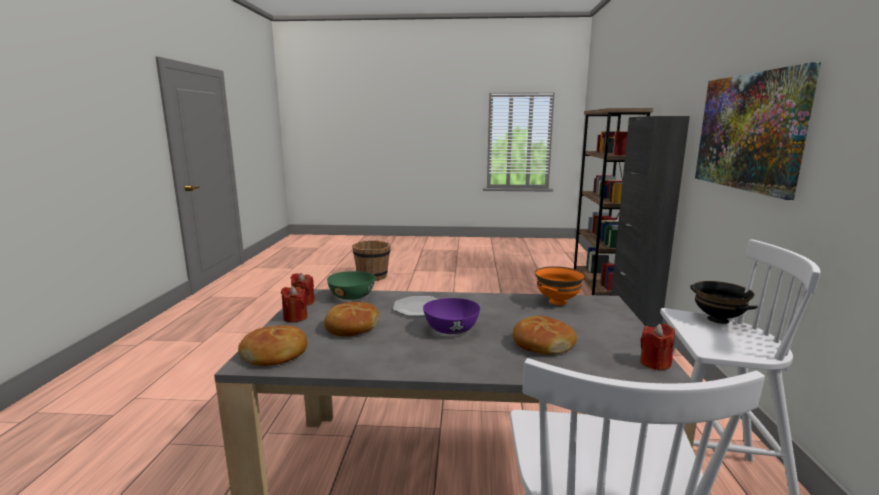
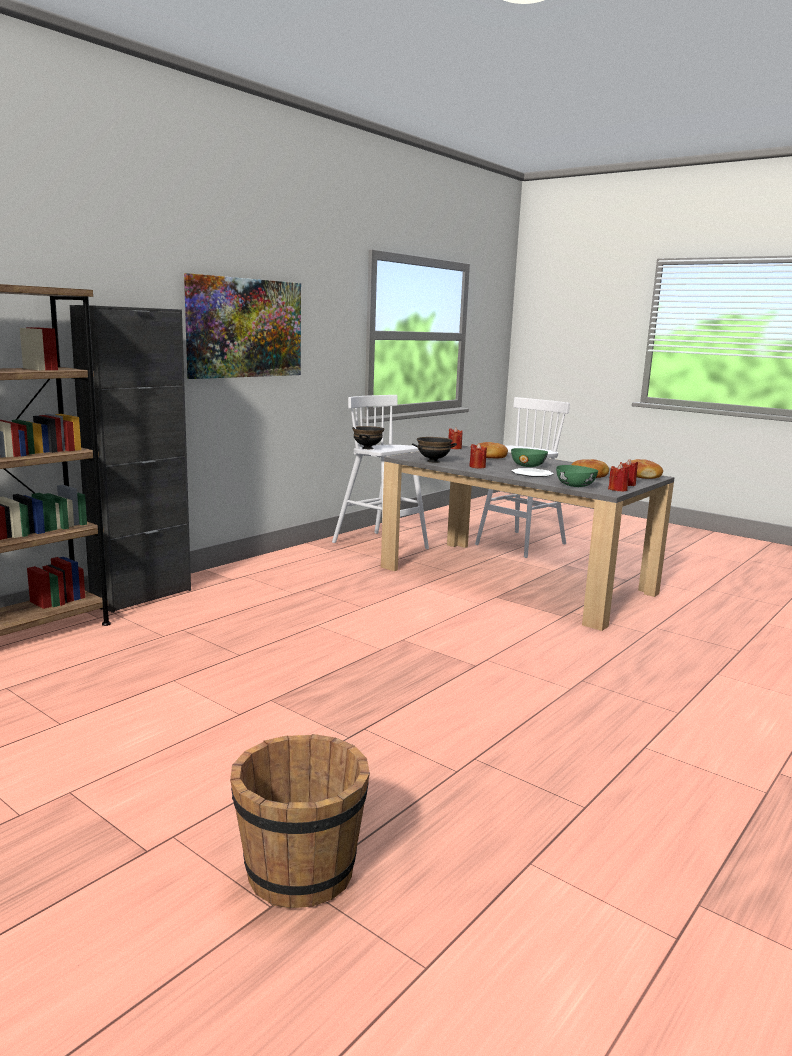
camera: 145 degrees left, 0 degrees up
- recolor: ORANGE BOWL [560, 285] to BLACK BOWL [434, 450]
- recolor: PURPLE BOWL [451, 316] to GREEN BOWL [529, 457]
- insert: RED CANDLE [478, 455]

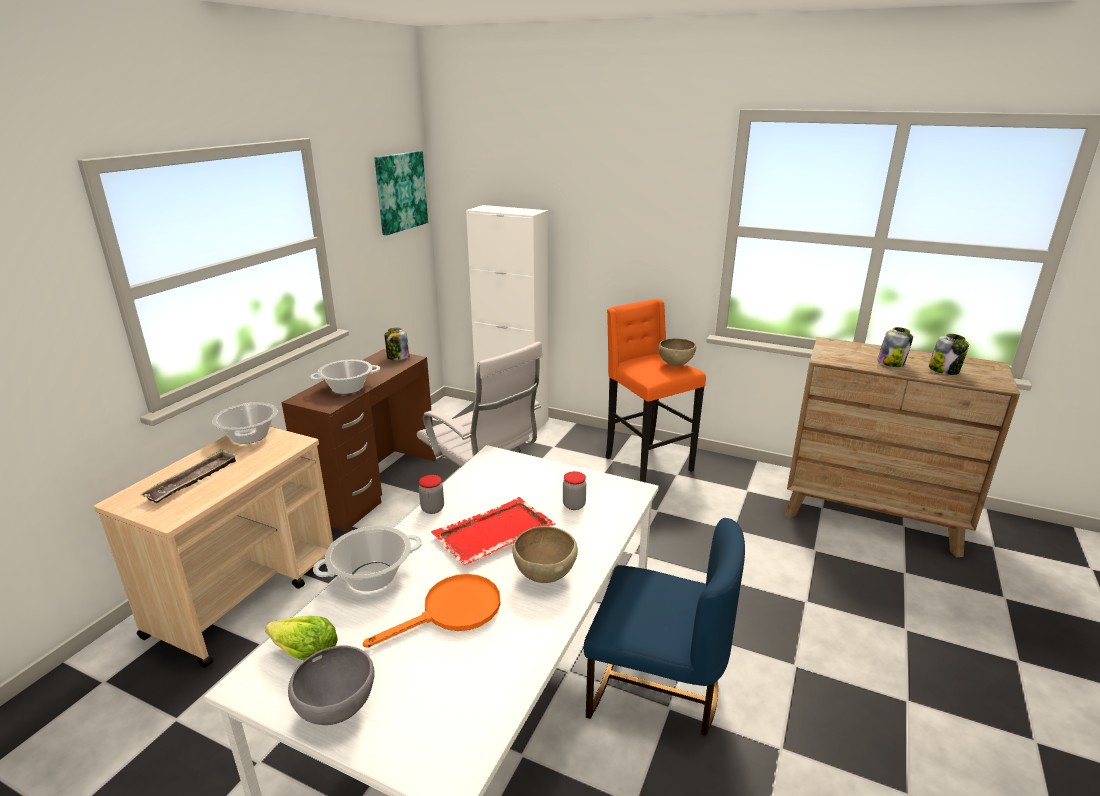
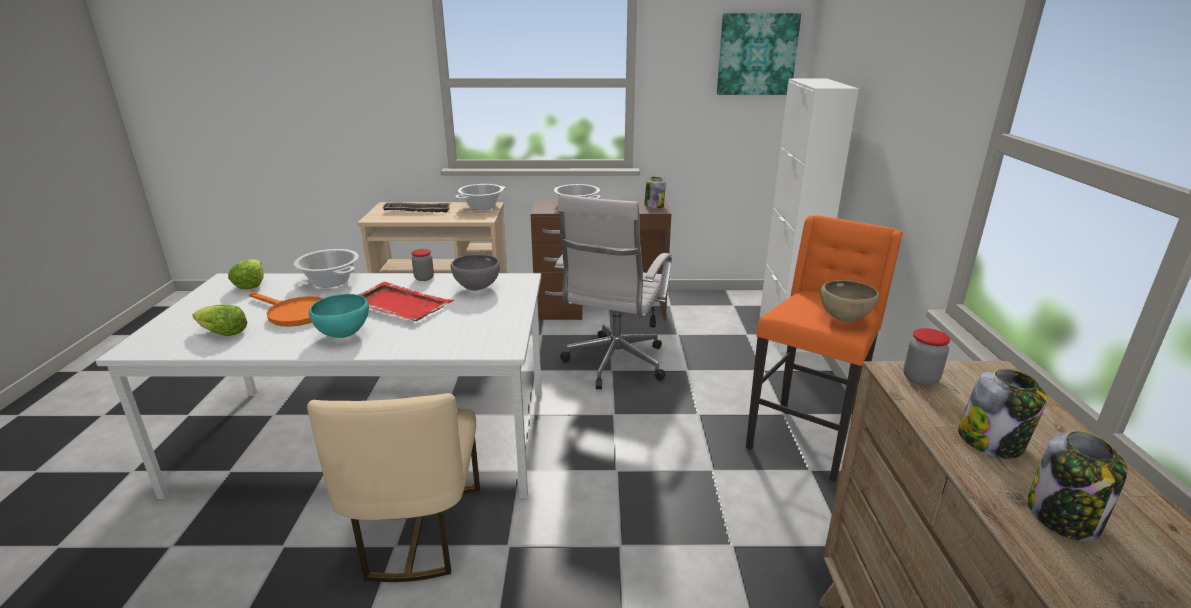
camera: 65 degrees right, 0 degrees up
- move: JAR [574, 490] to [927, 357]
- recolor: BLUE CHAIR [664, 627] to BEIGE CHAIR [393, 487]
- recolor: BROWN BOWL [545, 554] to TURQUOISE BOWL [339, 316]
- move: GREY BOWL [331, 685] to [475, 273]
- insert: LETTUCE [219, 320]

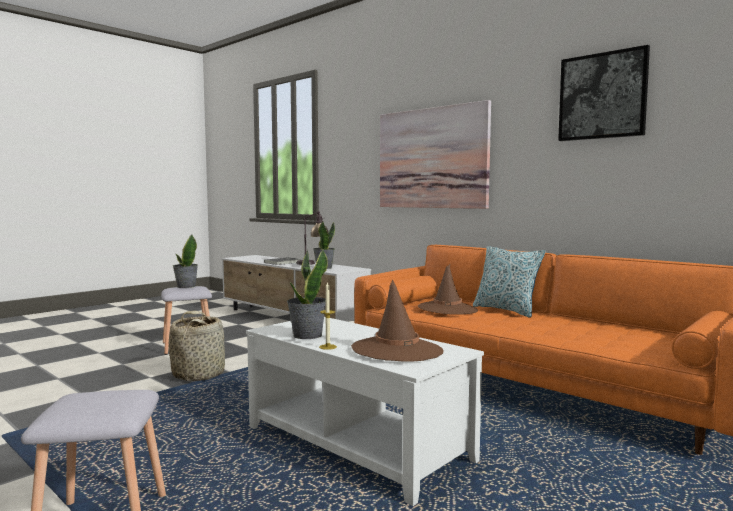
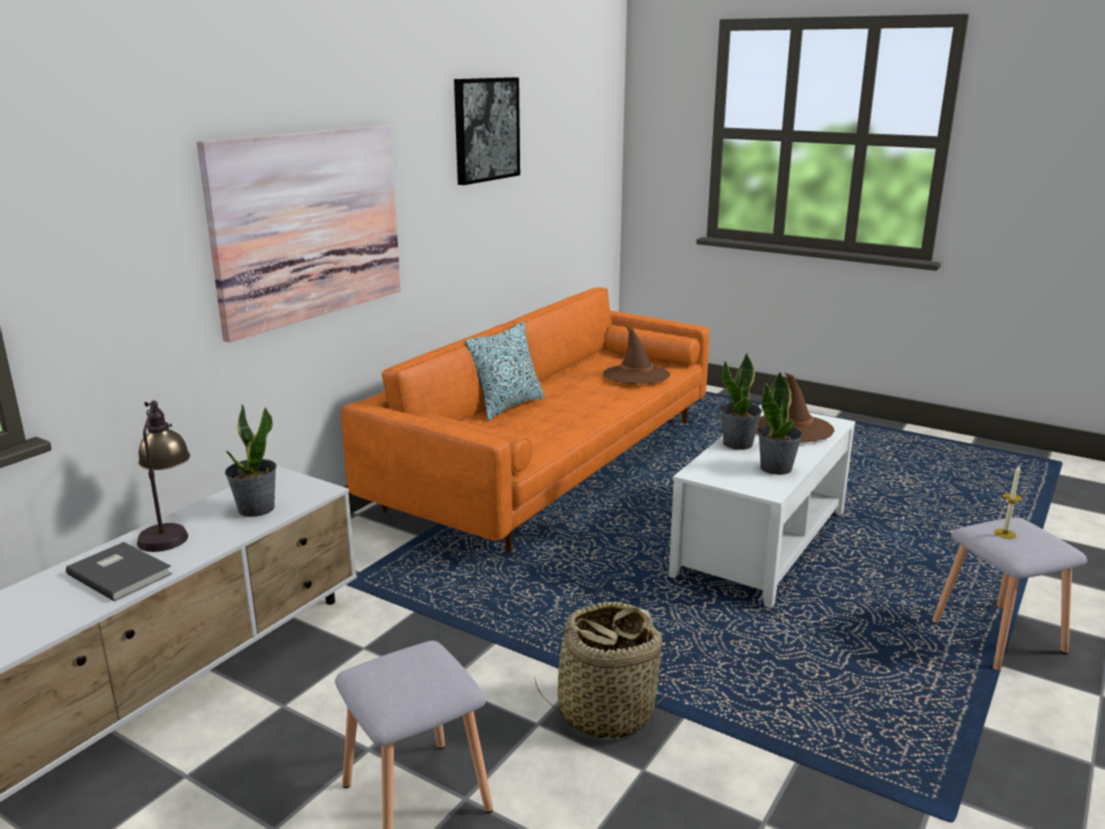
camera: 100 degrees left, 15 degrees up
- move: POTTED PLANT [185, 261] to [741, 401]
- move: BROWN HAT [448, 289] to [636, 355]
- move: CANDLE [328, 315] to [1008, 502]

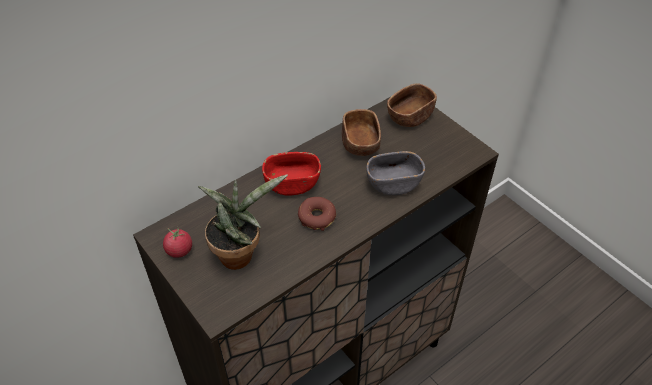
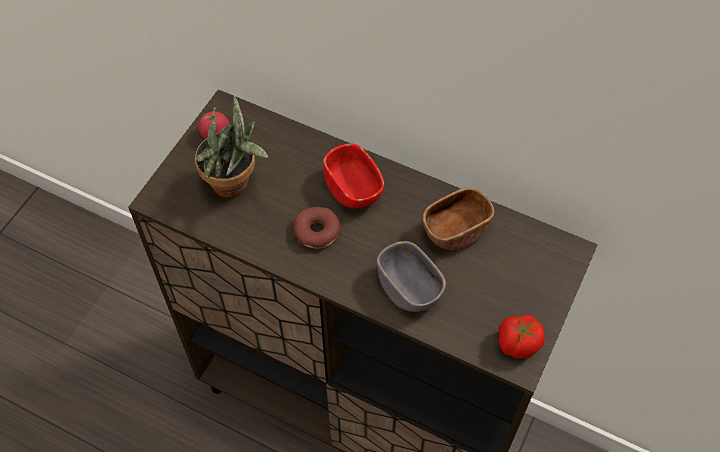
camera: 65 degrees right, 10 degrees up
- delete: BROWN BOWL [412, 105]
- insert: TOMATO [522, 336]

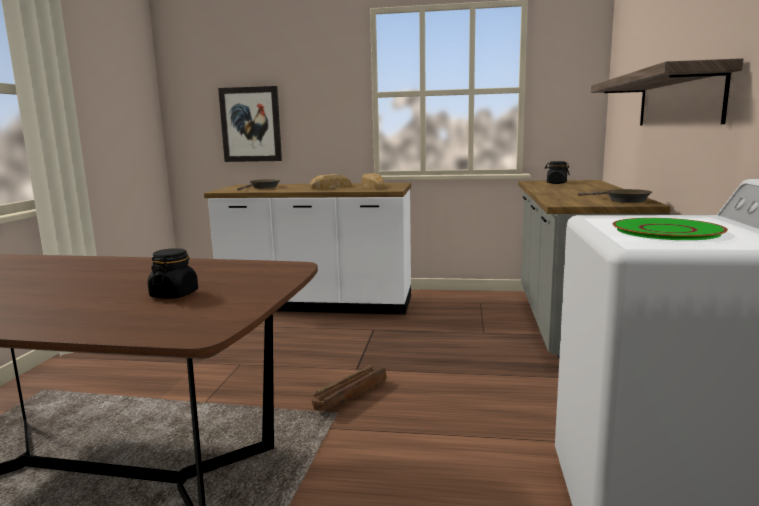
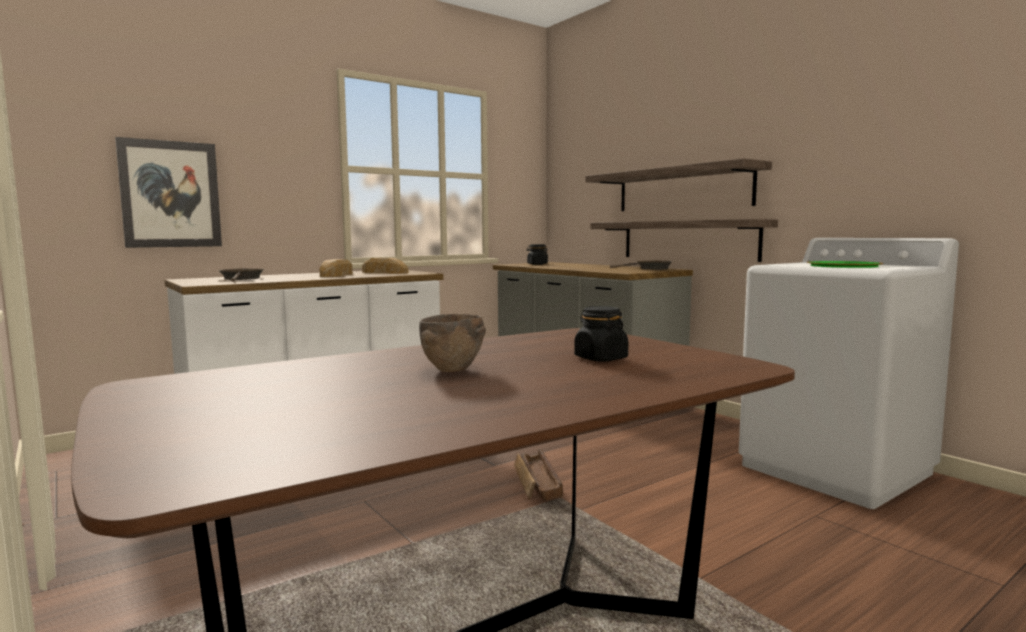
camera: 45 degrees left, 5 degrees down
- insert: SHELF [684, 240]
- insert: BROWN BOWL [452, 343]

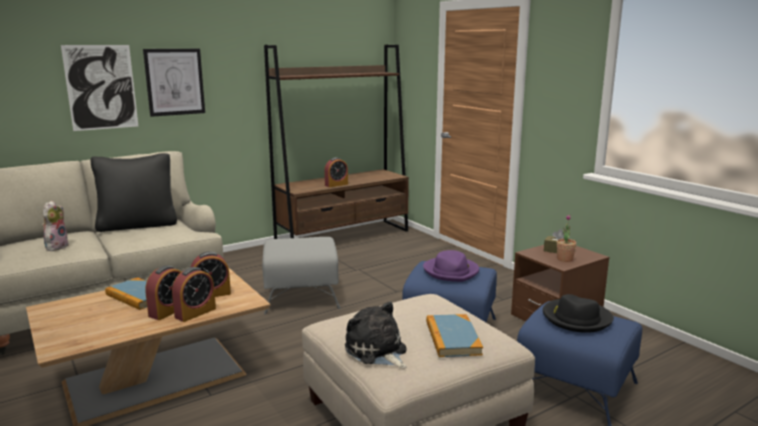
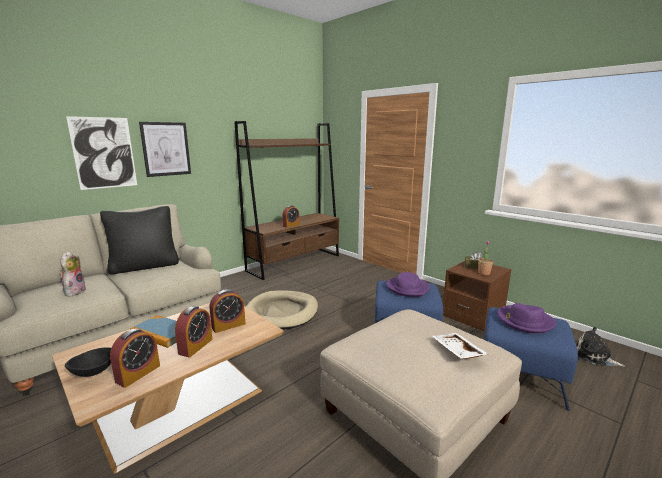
camera: 10 degrees left, 0 degrees up
- replace: GREY OTTOMAN [301, 275] to BEIGE DOG BED [282, 310]
- move: ALARM CLOCK [194, 294] to [135, 358]
- recolor: BLACK HAT [578, 313] to PURPLE HAT [526, 318]
- move: PLUSH TOY [376, 334] to [600, 347]
- replace: BOOK [454, 335] to WHITE TRAY [460, 346]
- insert: BLACK BOWL [88, 362]

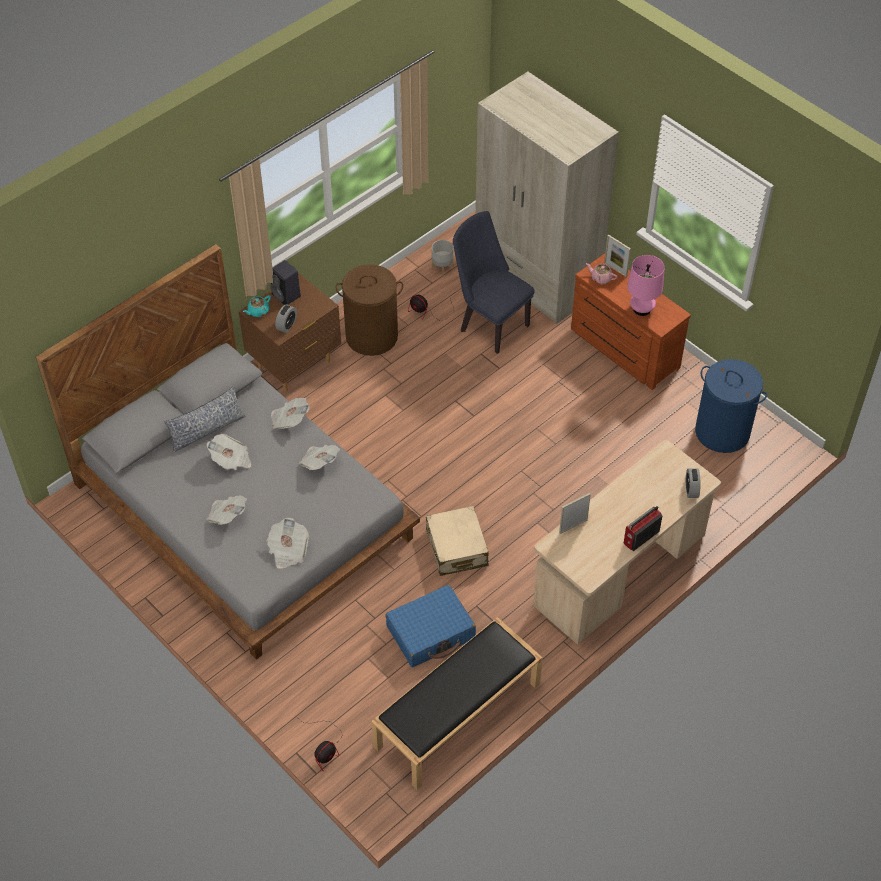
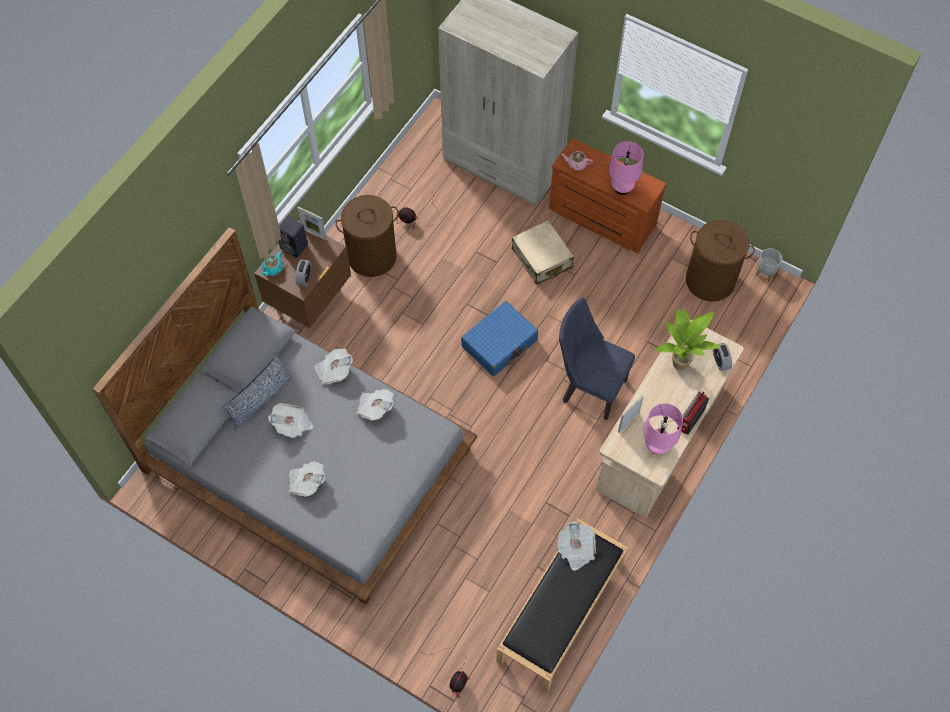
camera: 15 degrees left, 10 degrees up
- move: BLUE CHAIR [493, 282] to [597, 358]
- move: PICTURE FRAME [617, 256] to [311, 223]
- move: GREY PLANTER [442, 258] to [768, 265]
- recolor: BLUE LAUNDRY BASKET [731, 406] to BROWN LAUNDRY BASKET [720, 260]
- move: BEIGE SUITCASE [457, 541] to [543, 252]
- move: NEWSPAPER [287, 543] to [576, 546]
- move: BLUE SUITCASE [430, 626] to [499, 338]
- insert: POTTED PLANT [688, 339]
- insert: PINK TABLE LAMP [663, 428]

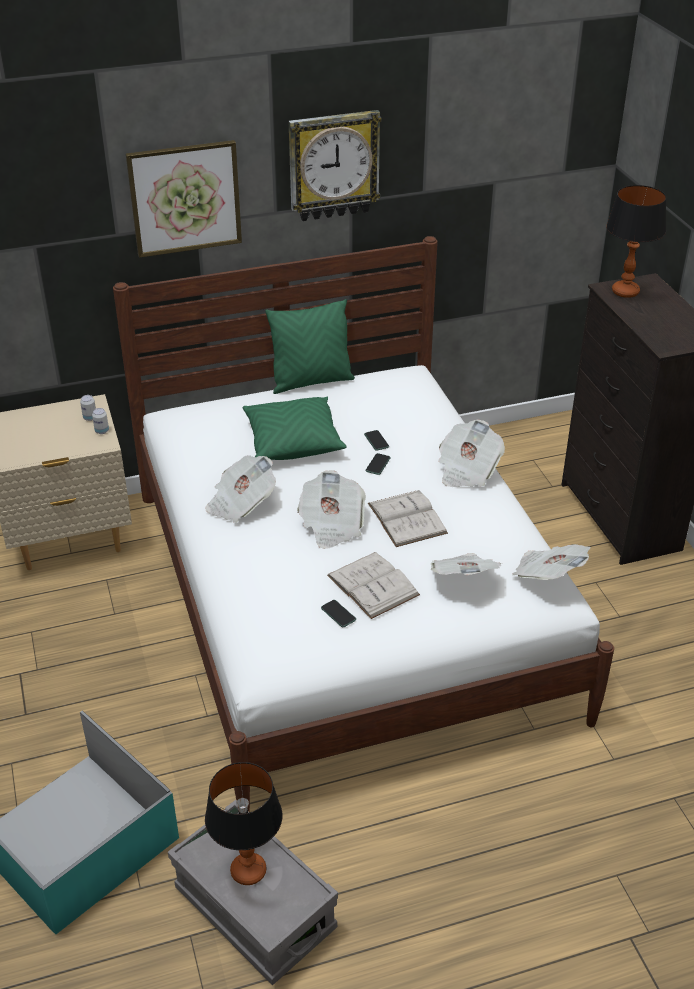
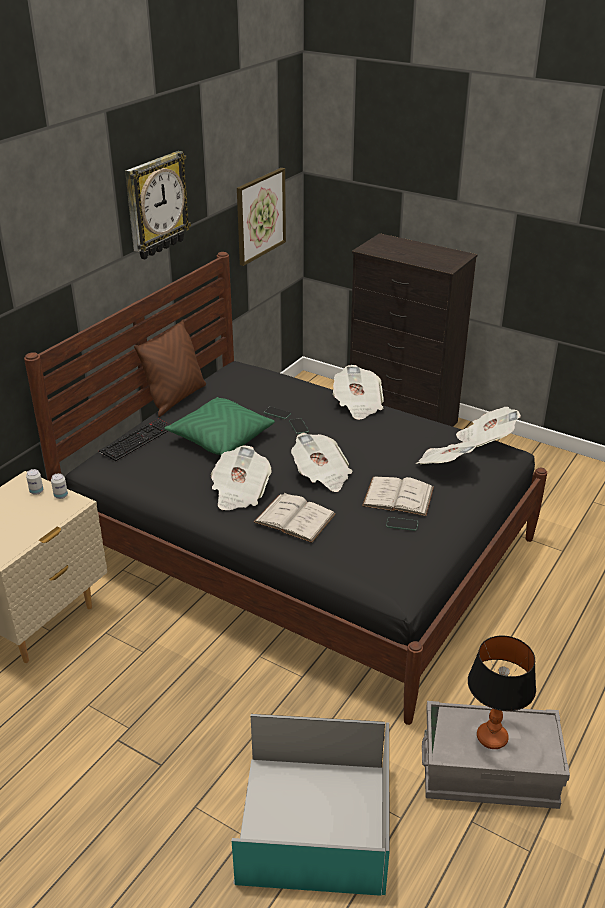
camera: 40 degrees left, 5 degrees down
- move: PICTURE [184, 199] to [261, 217]
- delete: TABLE LAMP [636, 241]
- recolor: WHITE BED [363, 524] to BLACK BED [285, 488]
- recolor: GREEN PILLOW [310, 346] to BROWN PILLOW [170, 368]
- move: WHITE BOOK [408, 518] to [294, 518]
- insert: KEYBOARD [134, 439]

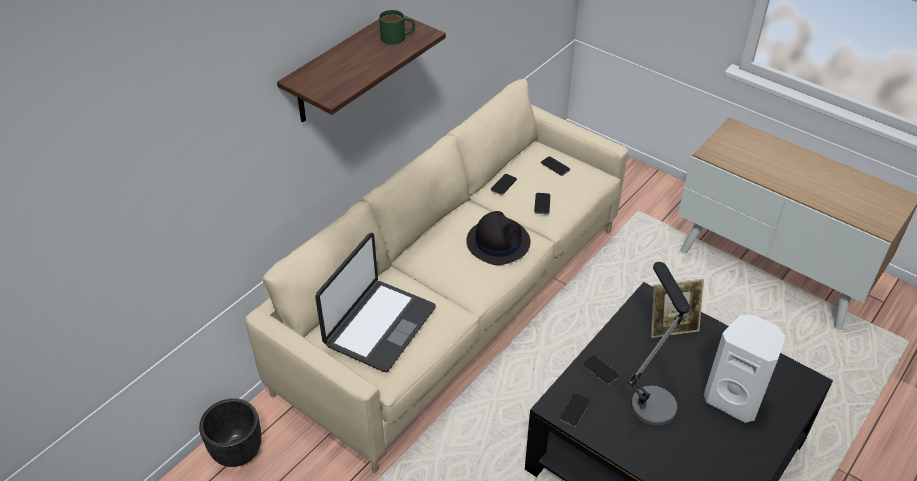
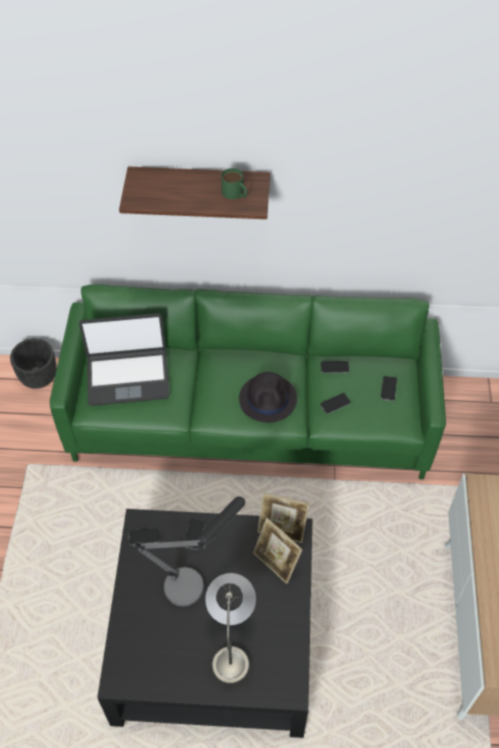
camera: 55 degrees right, 10 degrees up
- recolor: BEIGE SOFA [436, 276] to GREEN SOFA [248, 381]
- replace: WHITE SPEAKER [744, 369] to GREY TABLE LAMP [230, 629]
- insert: PICTURE FRAME [283, 517]

